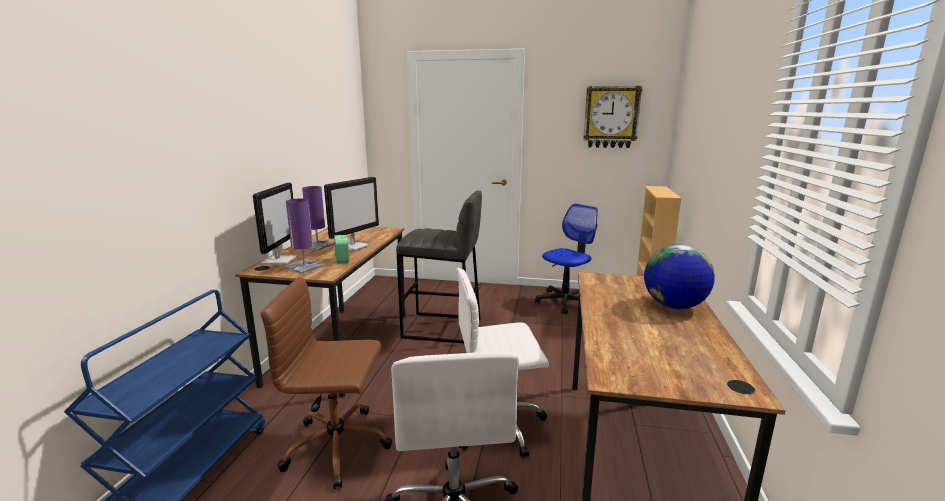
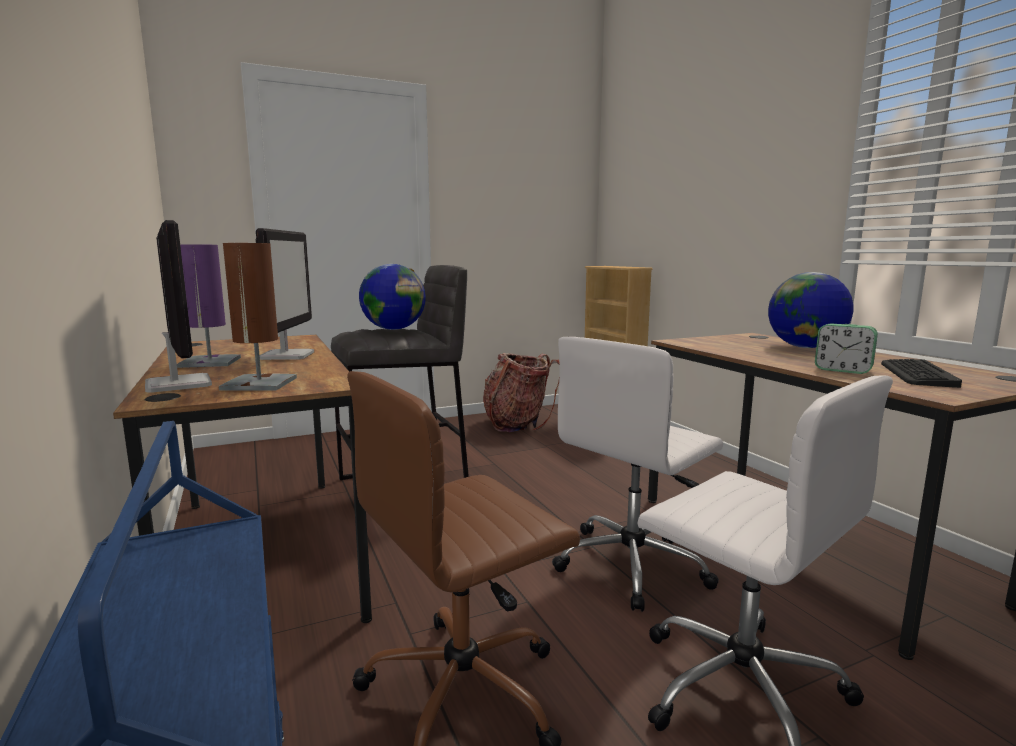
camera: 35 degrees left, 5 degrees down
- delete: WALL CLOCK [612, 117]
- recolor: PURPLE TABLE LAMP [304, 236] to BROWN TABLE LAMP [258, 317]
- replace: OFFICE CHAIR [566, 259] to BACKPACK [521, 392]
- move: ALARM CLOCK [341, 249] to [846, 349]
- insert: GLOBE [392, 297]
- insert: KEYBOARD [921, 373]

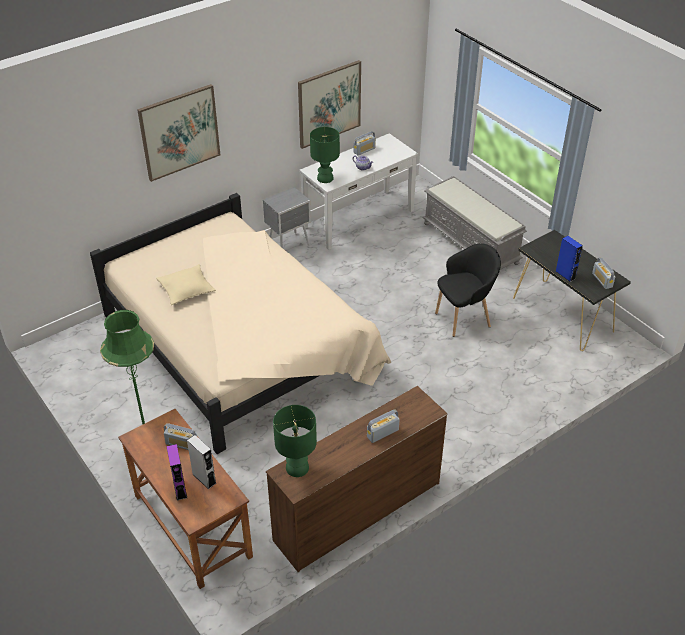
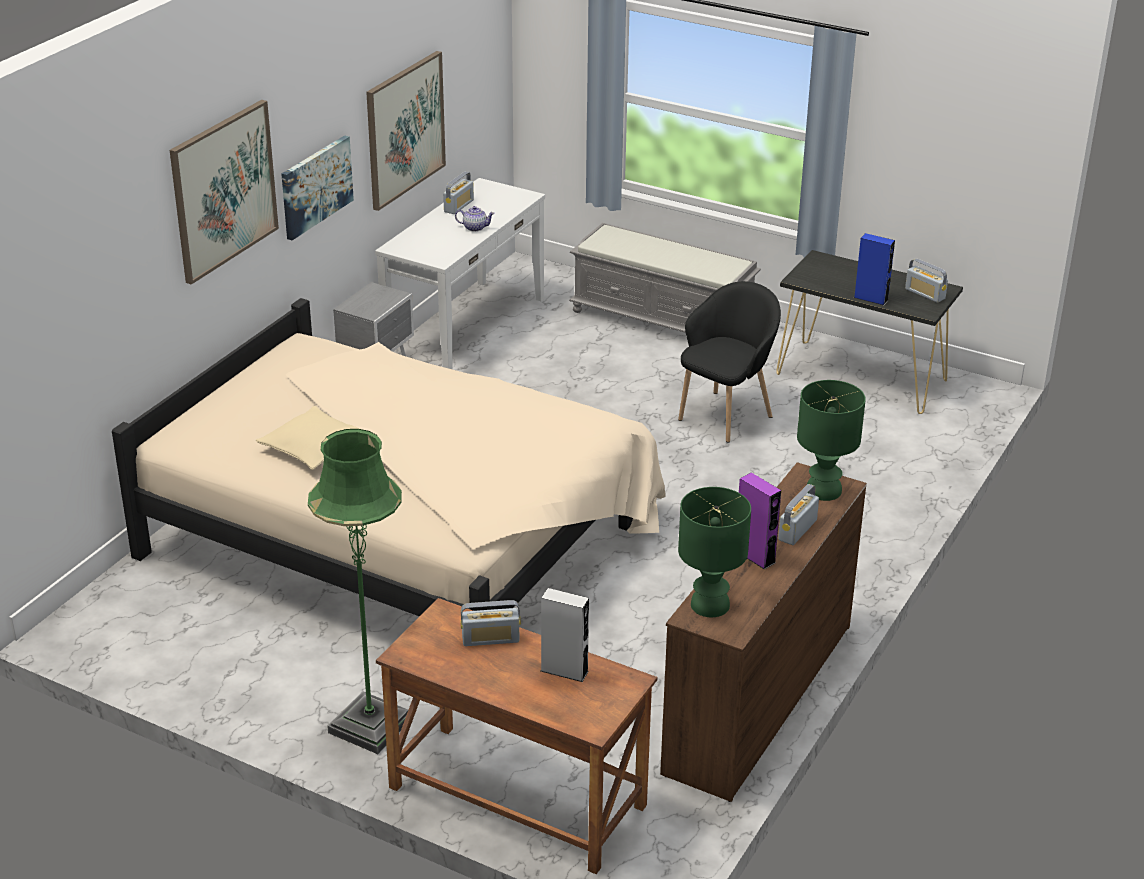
camera: 25 degrees left, 10 degrees down
- move: GREEN TABLE LAMP [325, 155] to [831, 440]
- move: PURPLE SPEAKER [176, 472] to [760, 521]
- insert: PICTURE [318, 187]

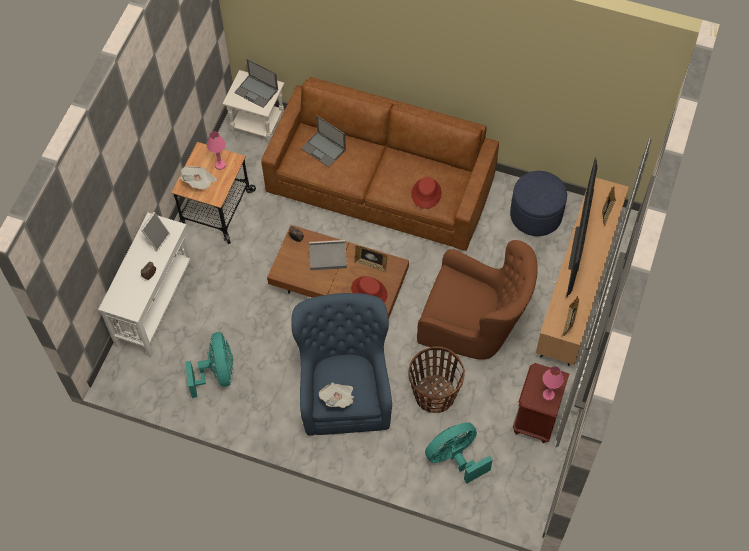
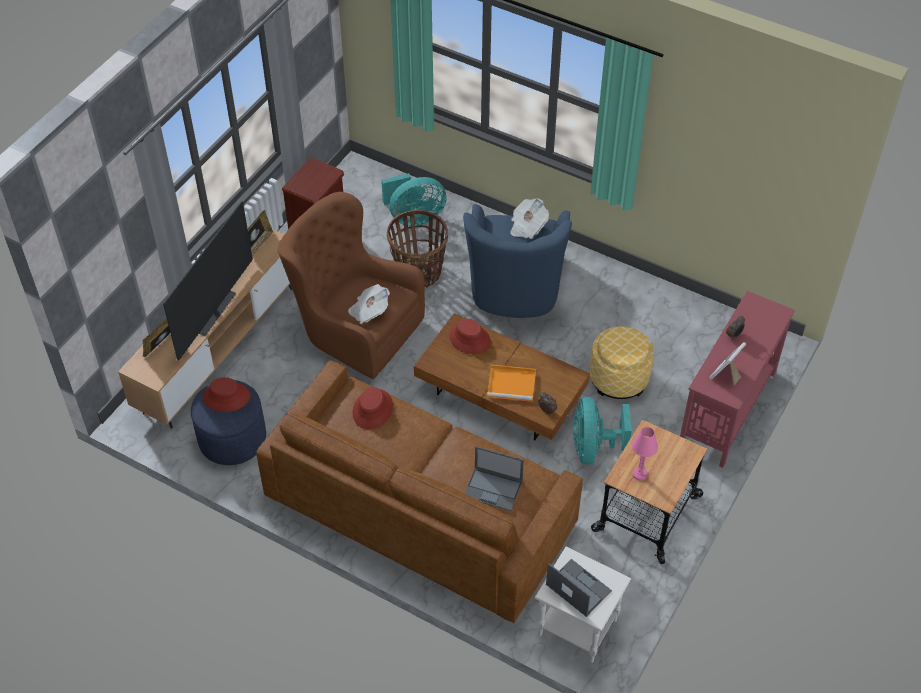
camera: 170 degrees left, 10 degrees down
- rotate: LAPTOP [323, 141] = [494, 478] 150 degrees clockwise
- move: NEWSPAPER [198, 178] to [369, 304]
- recolor: WHITE CONSOLE TABLE [146, 285] to RED CONSOLE TABLE [737, 379]
- recolor: GREY TRAY [328, 255] to ORANGE TRAY [511, 383]
- delete: PICTURE FRAME [370, 259]
- move: TURQUOISE FAN [209, 365] to [602, 430]
- delete: PINK TABLE LAMP [553, 383]
- insert: OTTOMAN [622, 362]
- insert: RED HAT [226, 394]

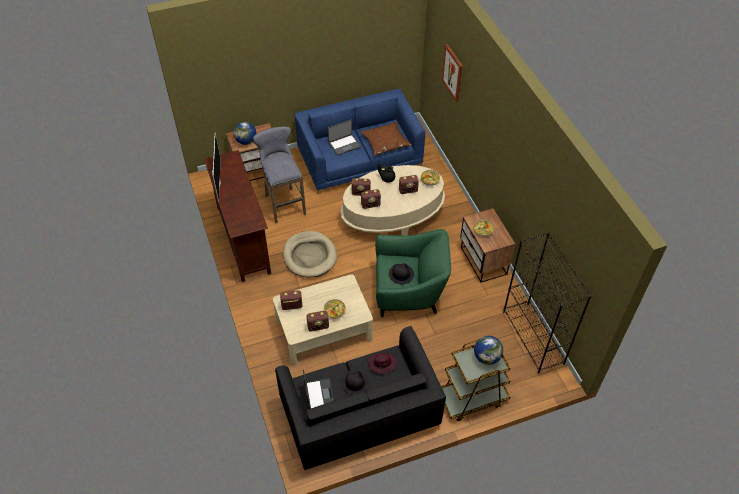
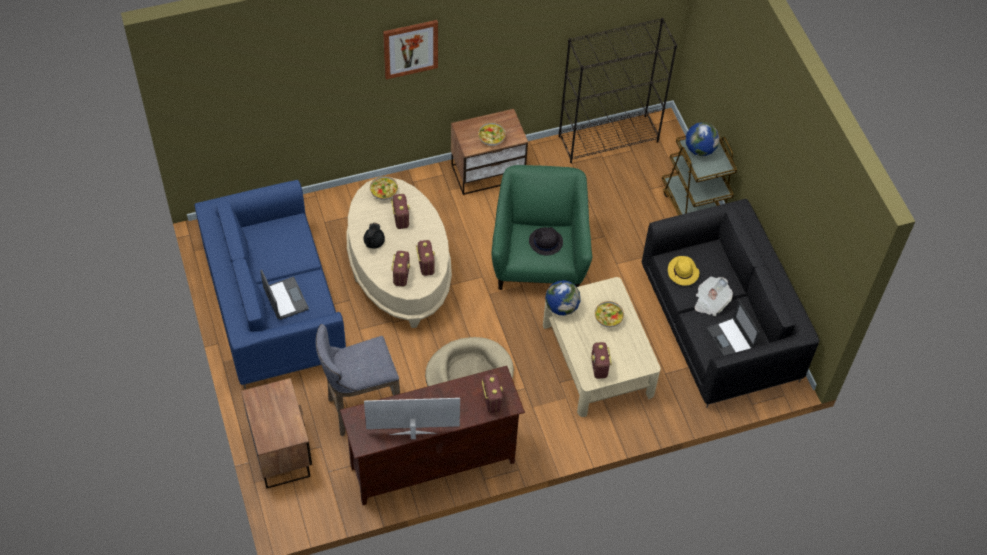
camera: 90 degrees left, 5 degrees up
- move: PICTURE [452, 73] to [410, 50]
- move: GLOBE [245, 133] to [563, 298]
- delete: BROWN PILLOW [386, 139]
- move: RADIO [317, 321] to [492, 393]
- recolor: PURPLE HAT [382, 363] to YELLOW HAT [683, 271]
- rotate: LAPTOP [318, 389] = [733, 328] 105 degrees counterclockwise
- replace: BLACK HAT [355, 382] to NEWSPAPER [713, 296]

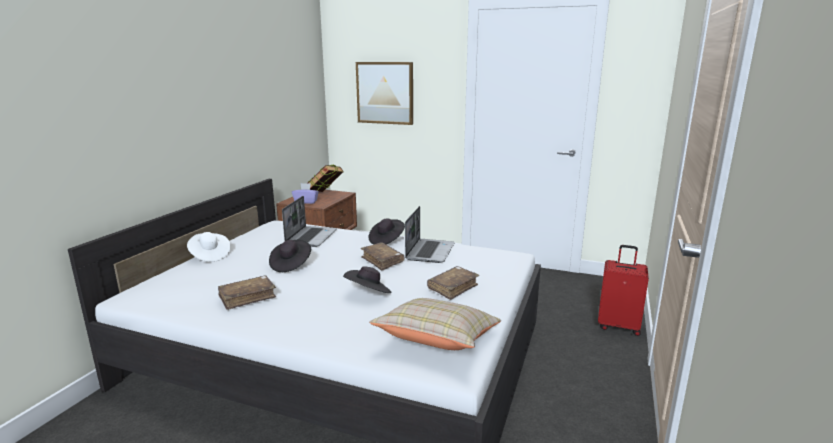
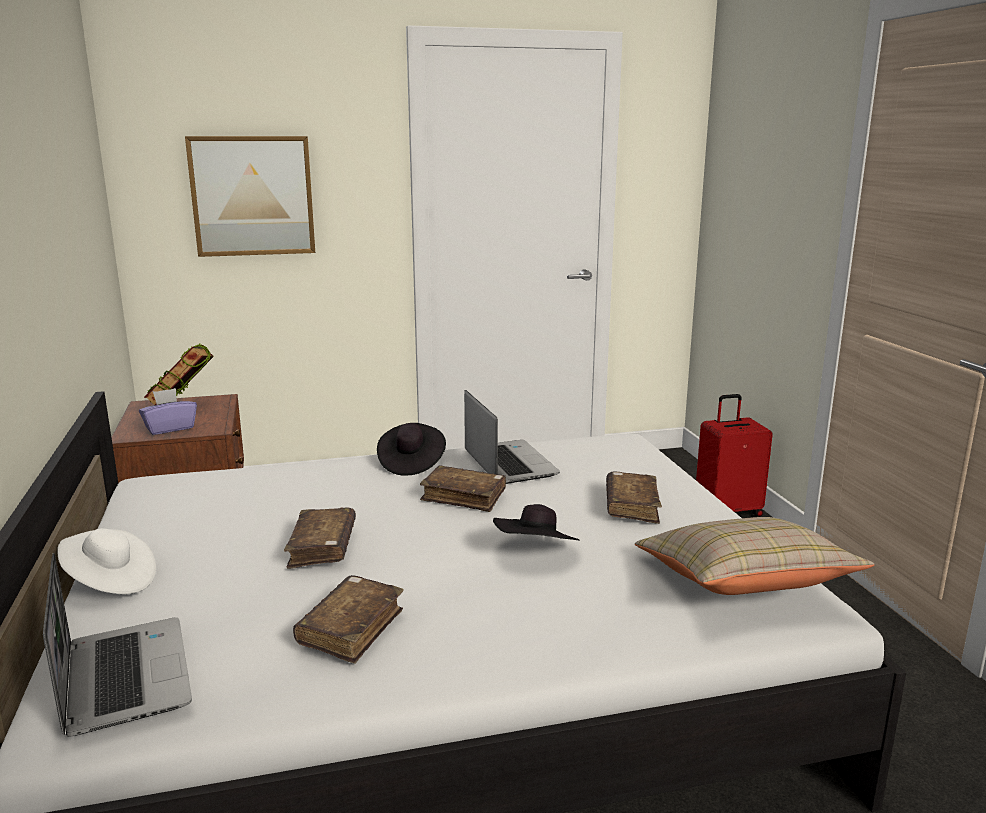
camera: 35 degrees left, 0 degrees up
- move: LAPTOP [309, 221] to [117, 644]
- replace: BLACK HAT [290, 256] to BROWN BOOK [320, 538]

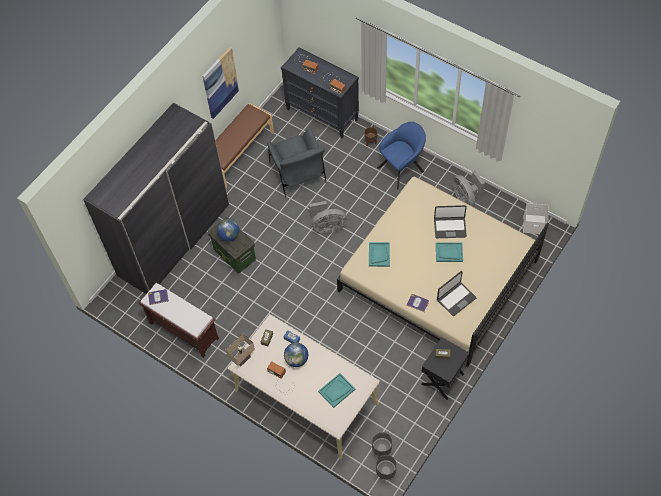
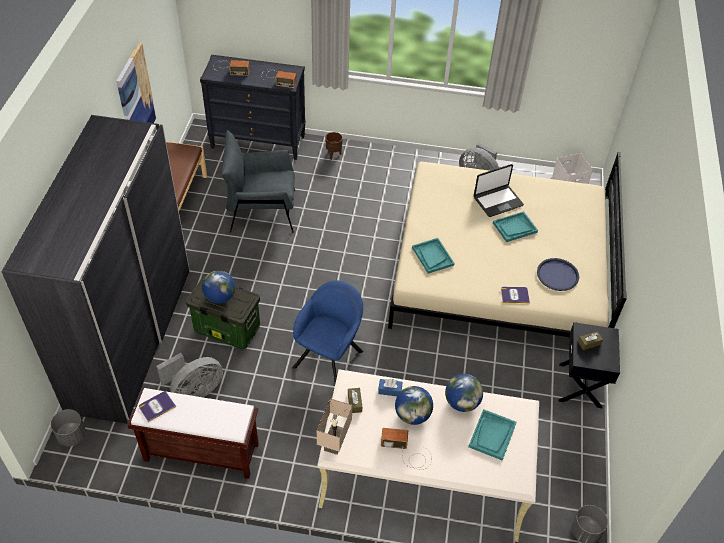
camera: 30 degrees left, 10 degrees down
- move: BLUE ARMCHAIR [401, 155] to [328, 331]
- rotate: GREY ARMCHAIR [297, 162] = [258, 181] 135 degrees clockwise
- move: GREY FAN [328, 217] to [189, 375]
- replace: LAPTOP [456, 293] to BLUE TRAY [558, 274]
- move: GREY PLANTER [382, 444] to [68, 427]
- insert: GLOBE [464, 393]

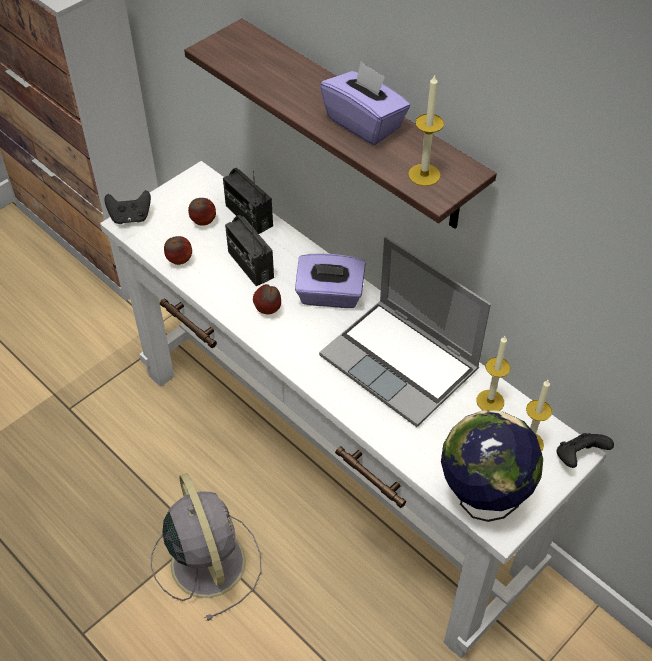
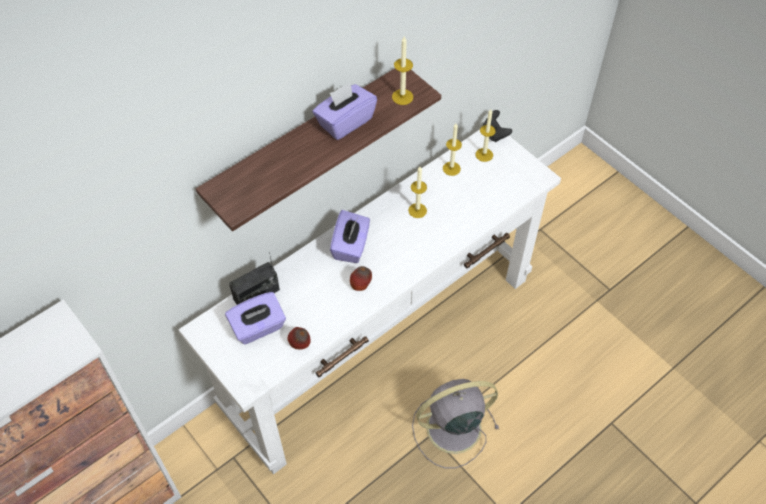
camera: 85 degrees left, 5 degrees up
- delete: BLACK GAME CONTROLLER [127, 207]
- replace: APPLE [202, 212] to PURPLE TISSUE BOX [255, 318]
- delete: RADIO [249, 250]
- replace: LAPTOP [405, 332] to CANDLE [417, 192]
- delete: GLOBE [492, 466]

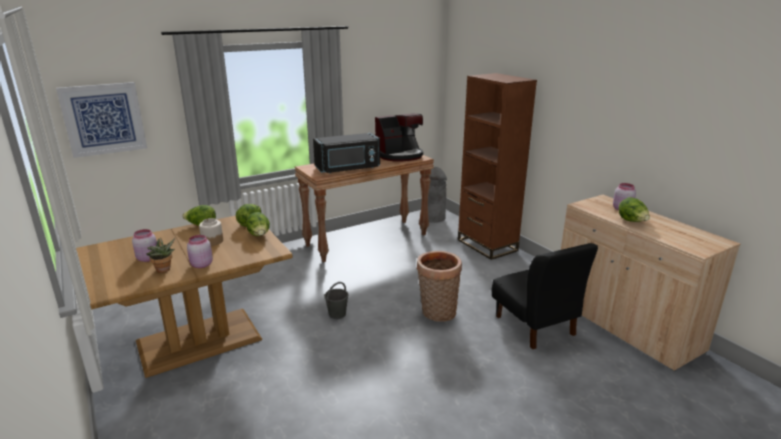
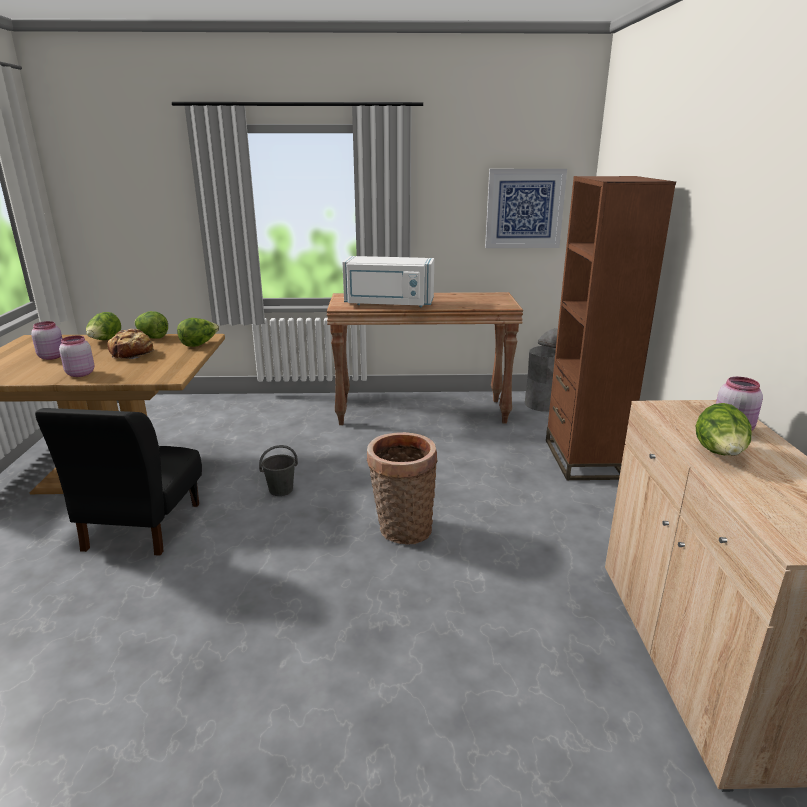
camera: 30 degrees right, 0 degrees up
- move: PICTURE [101, 120] to [526, 208]
- delete: COFFEE MACHINE [399, 137]
- recolor: BLACK MICROWAVE [346, 153] to WHITE MICROWAVE [388, 281]
- move: LETTUCE [258, 224] to [103, 326]
- replace: JAR [211, 232] to BREAD [131, 344]
- delete: POTTED PLANT [160, 255]
- move: BLACK CHAIR [545, 296] to [118, 482]

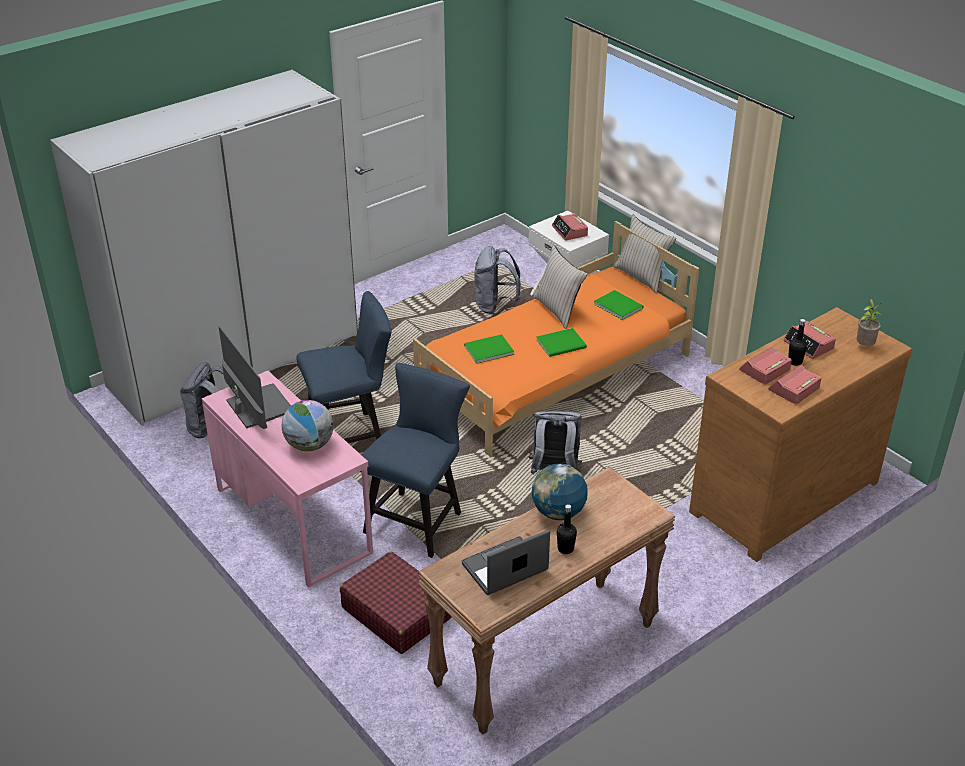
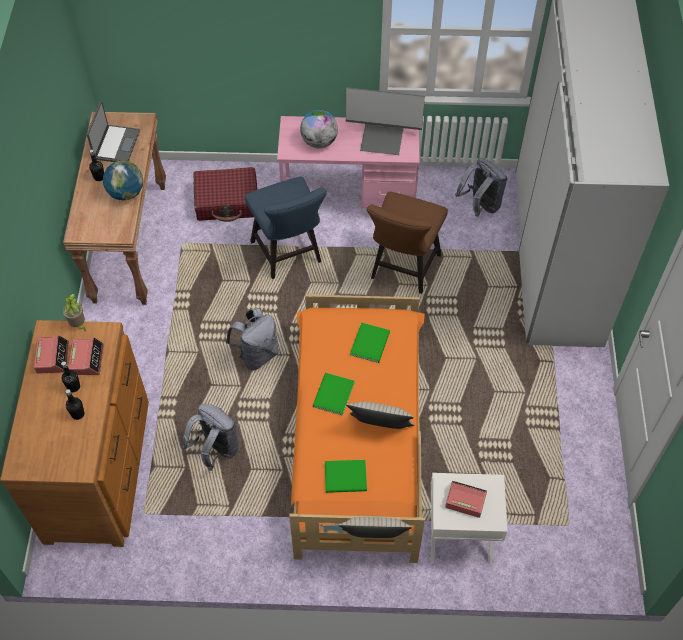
camera: 130 degrees right, 20 degrees up
- move: GREY BACKPACK [497, 280] to [210, 437]
- recolor: BLUE CHAIR [343, 367] to BROWN CHAIR [407, 243]
- move: POTTED PLANT [870, 322] to [74, 313]
- replace: ALARM CLOCK [810, 340] to BLACK BOTTLE [74, 404]

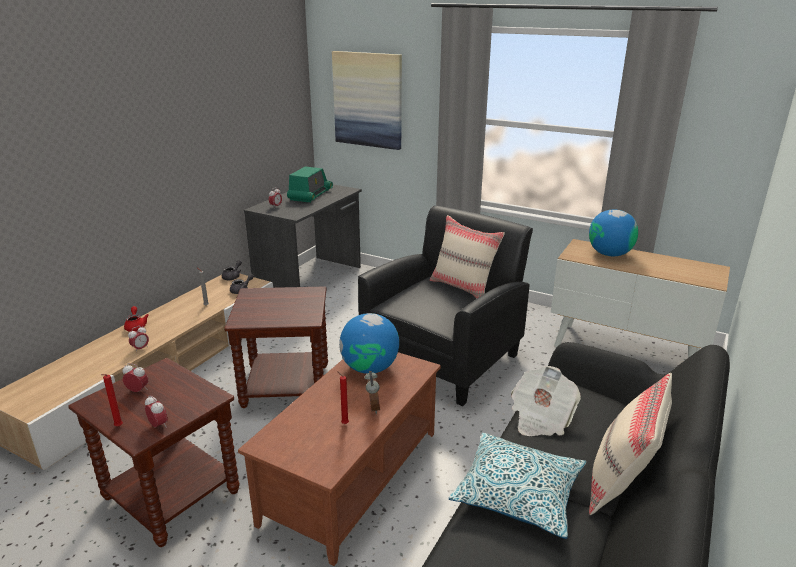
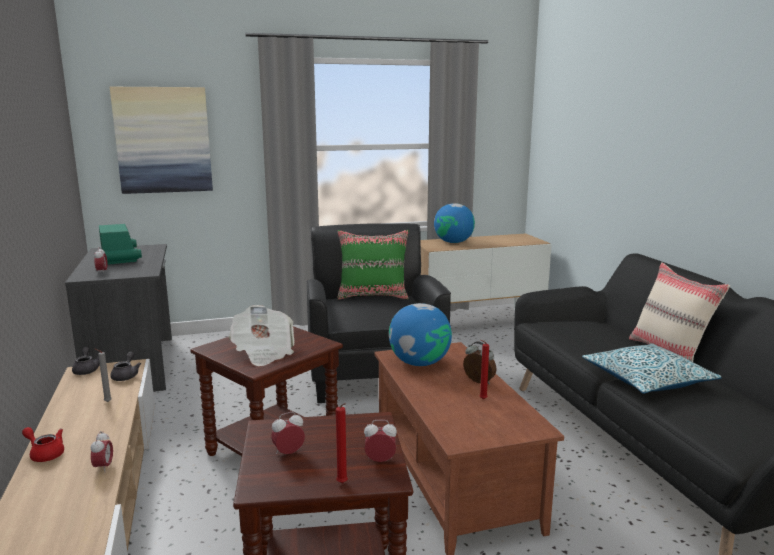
camera: 45 degrees left, 10 degrees down
- recolor: BEIGE PILLOW [467, 256] to GREEN PILLOW [373, 265]
- move: NEWSPAPER [546, 401] to [261, 335]

